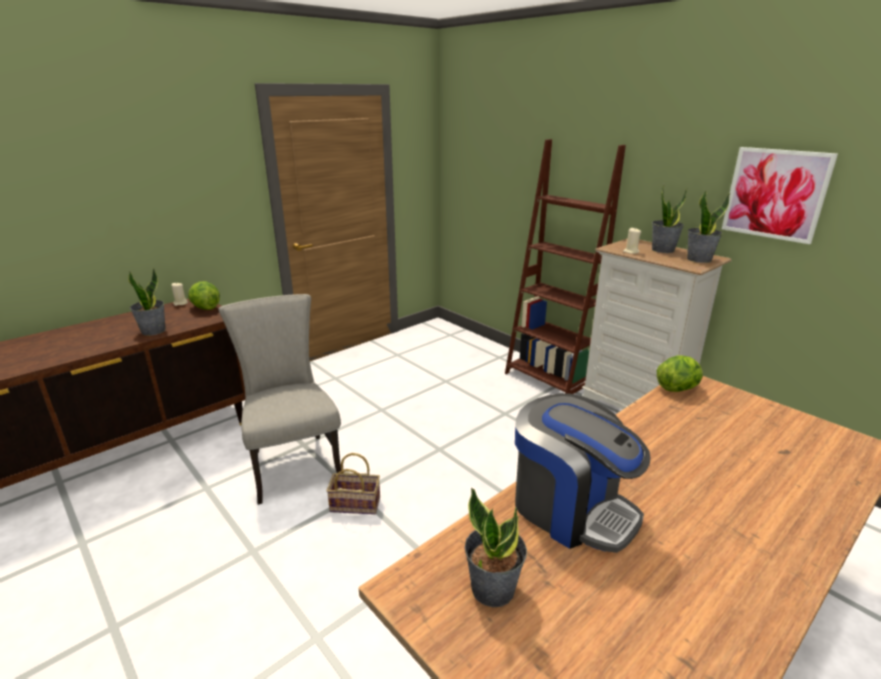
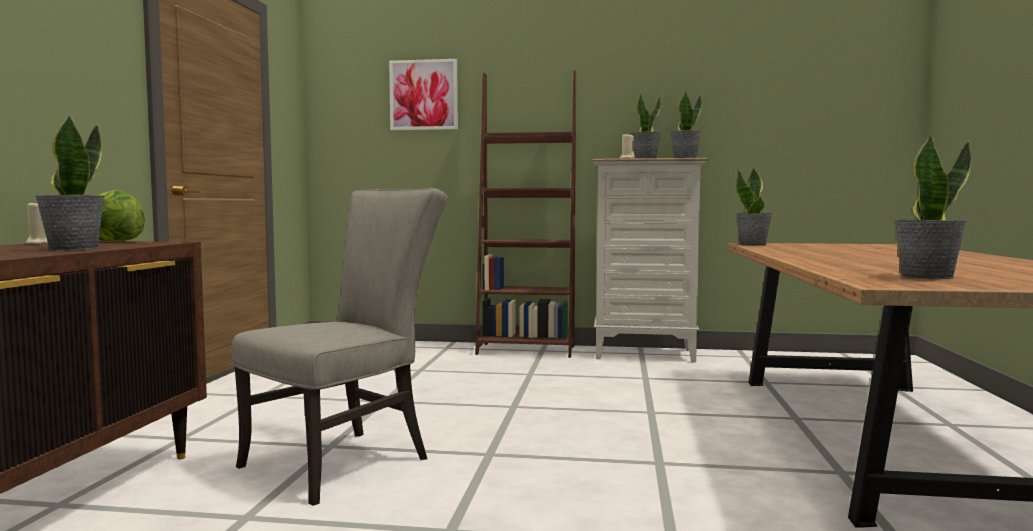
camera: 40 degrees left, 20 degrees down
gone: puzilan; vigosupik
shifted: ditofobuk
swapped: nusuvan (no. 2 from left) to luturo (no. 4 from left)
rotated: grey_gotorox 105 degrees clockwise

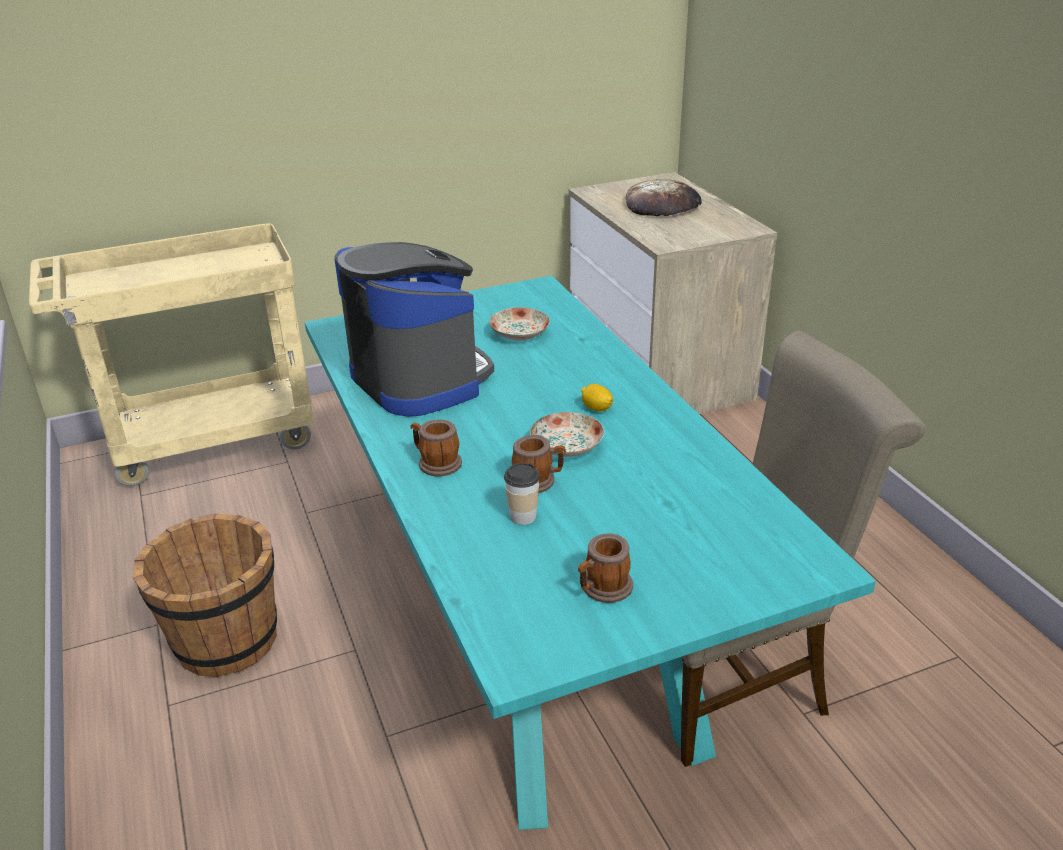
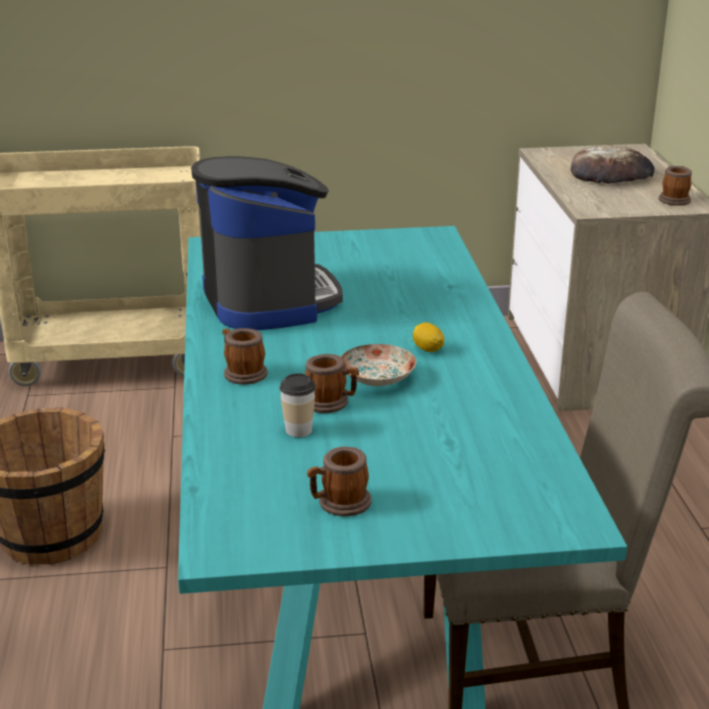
camera: 15 degrees right, 5 degrees down
gone: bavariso (no. 1 from left)
new: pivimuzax (no. 4 from left)

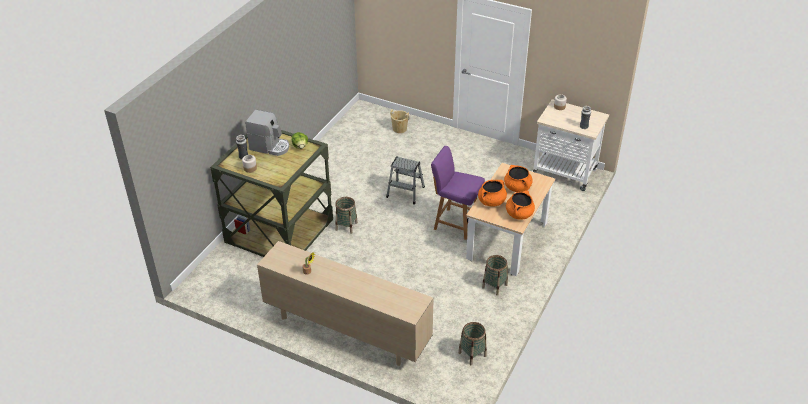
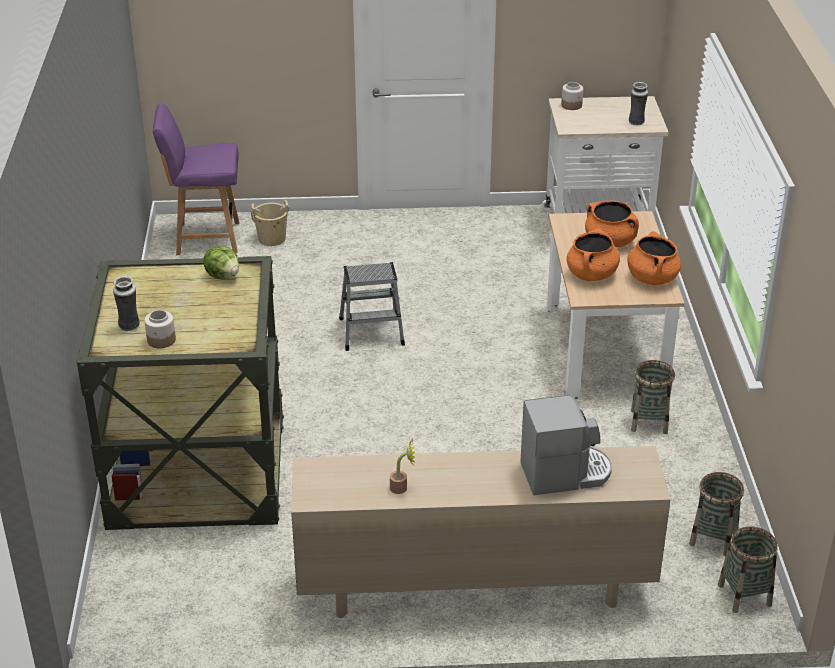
camera: 30 degrees left, 5 degrees down
shifted: vigosupik; puzilan (no. 1 from left in the first image) to puzilan (no. 3 from left); purple_gotorox

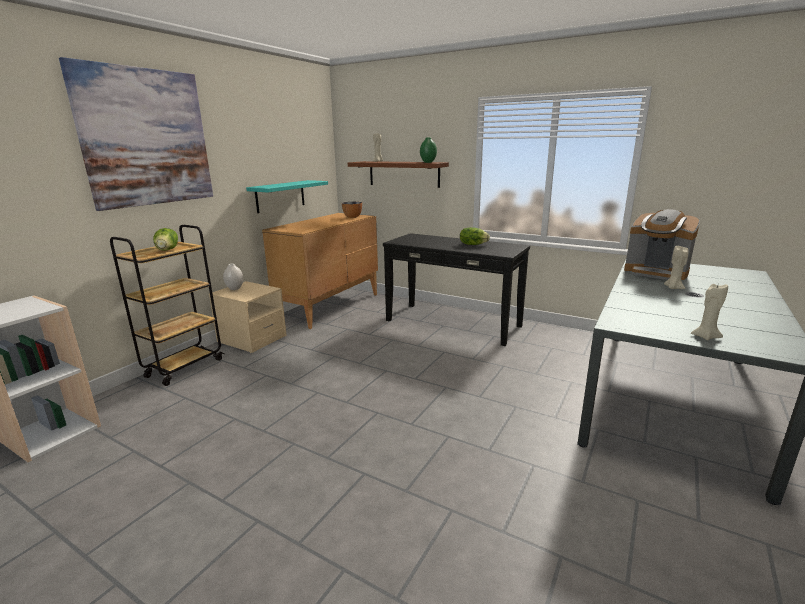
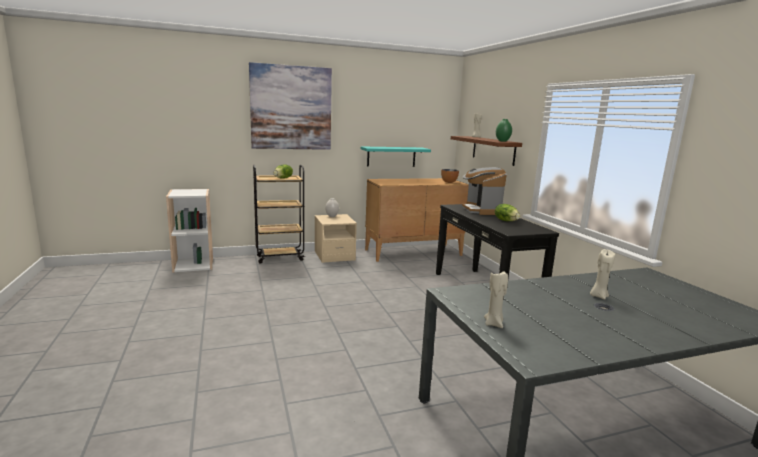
camera: 40 degrees right, 5 degrees down
shifted: vigosupik

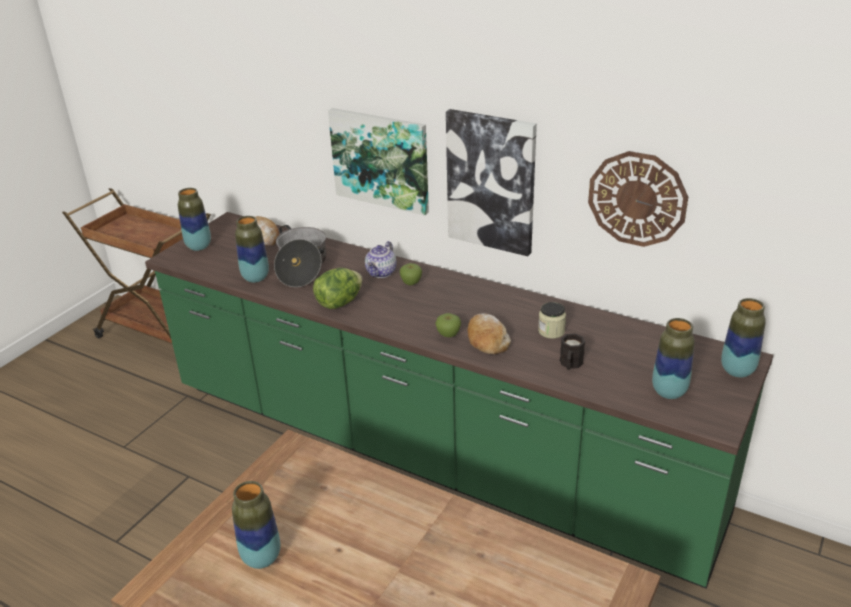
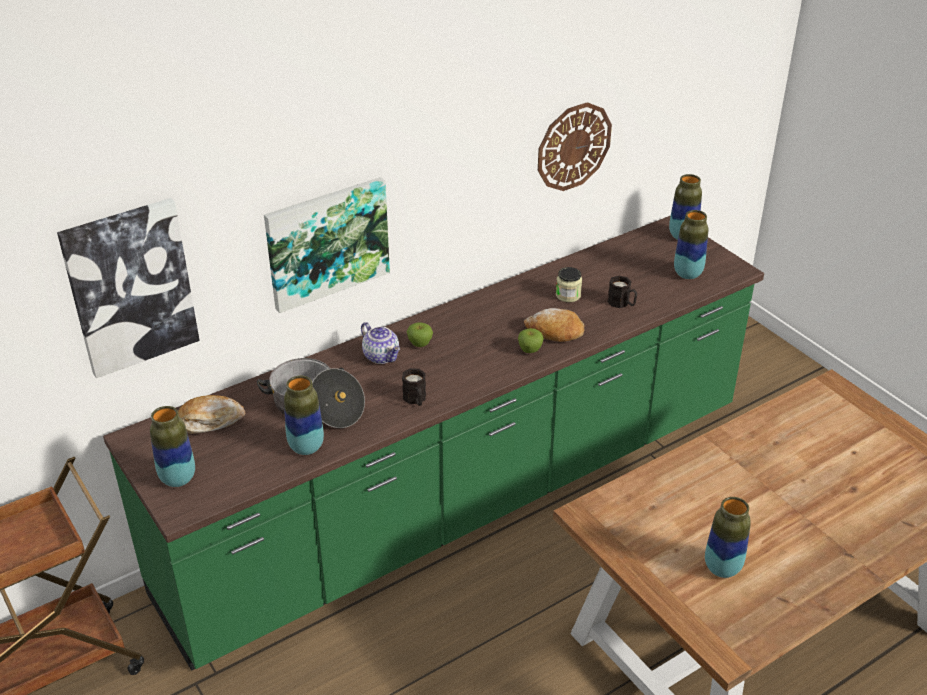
camera: 65 degrees left, 5 degrees up
shifted: ditofobuk (no. 2 from left in the first image) to ditofobuk (no. 1 from left)
swapped: nusuvan to black_pivimuzax (no. 1 from left)

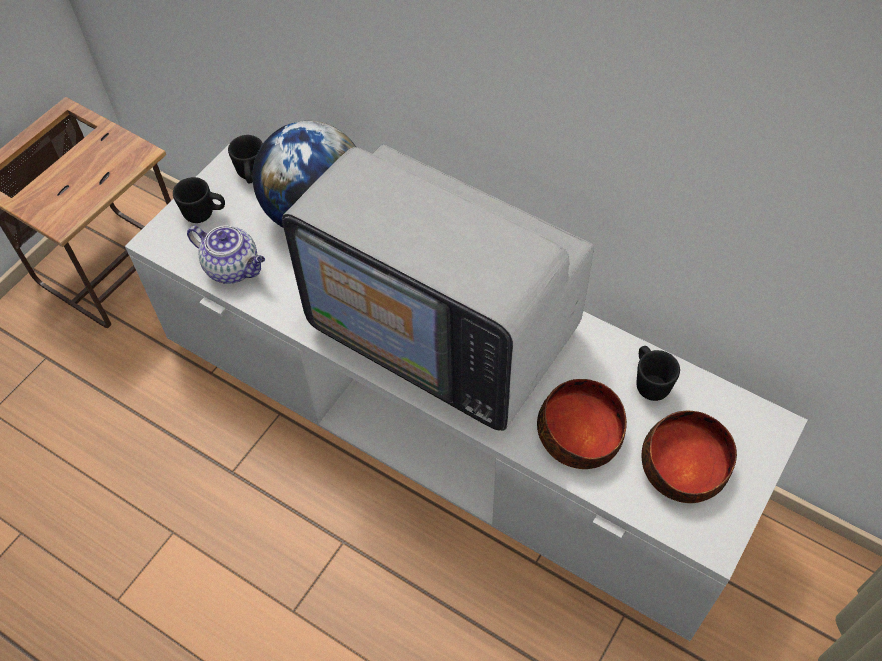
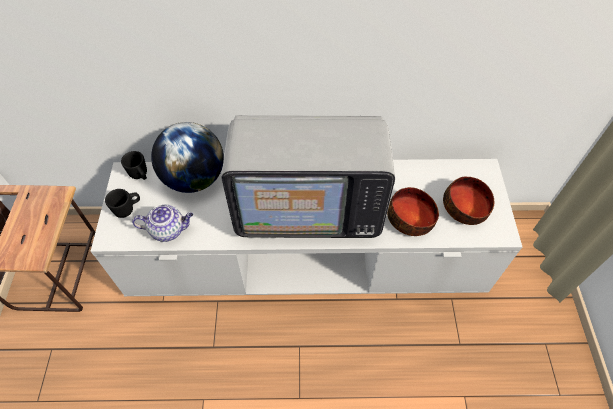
camera: 35 degrees left, 0 degrees up
gone: black_pivimuzax (no. 3 from left)

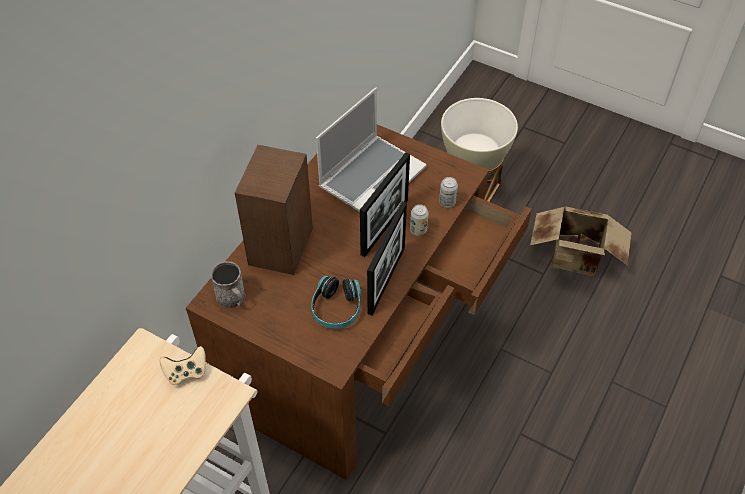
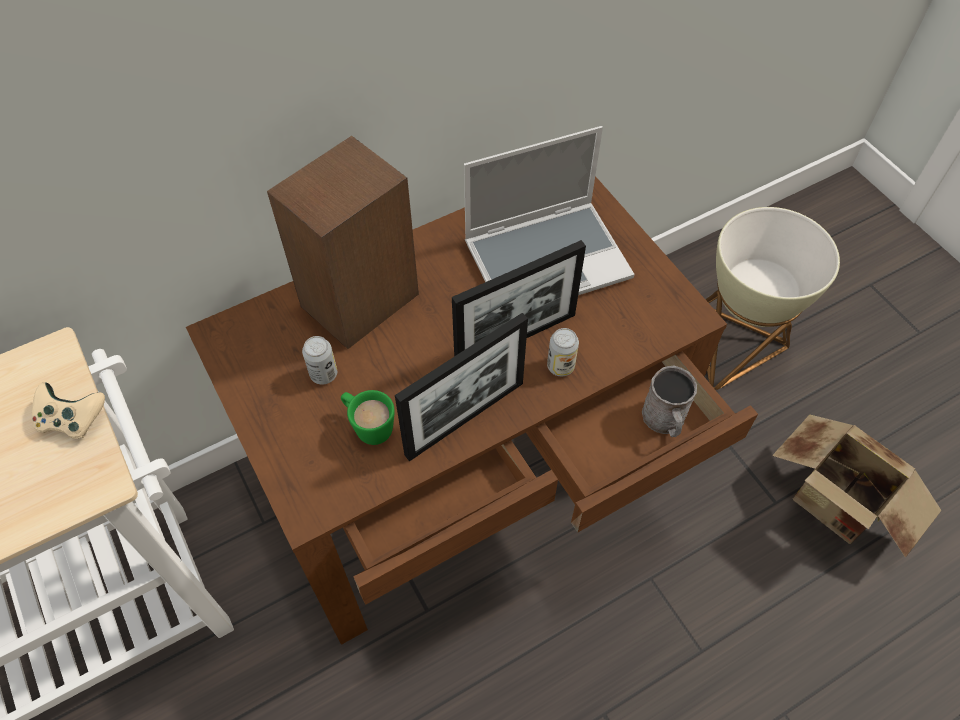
camera: 30 degrees right, 5 degrees up
shifted: grey_pivimuzax; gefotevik (no. 2 from left in the first image) to gefotevik (no. 1 from left)
swapped: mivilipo to green_pivimuzax

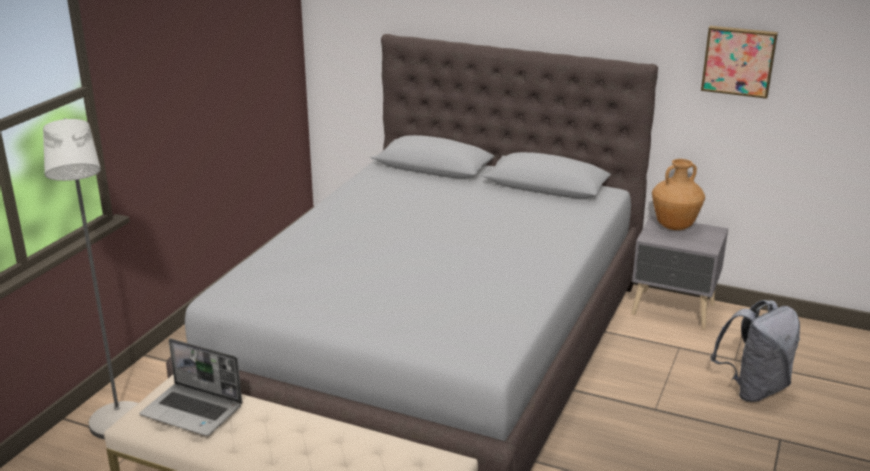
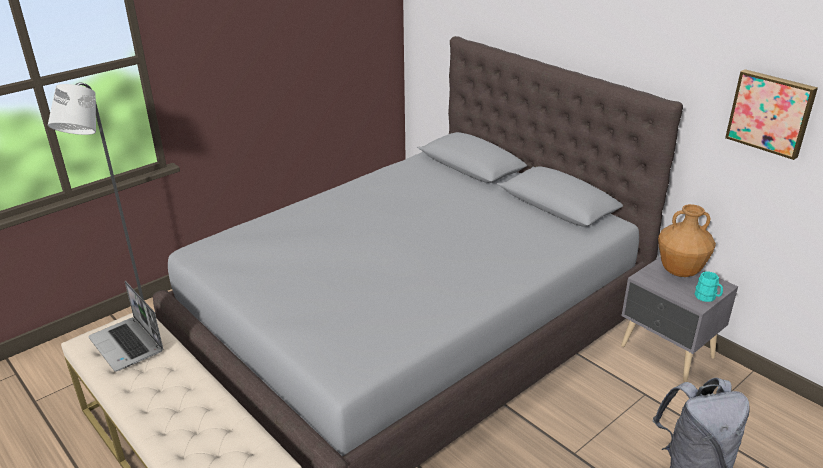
camera: 25 degrees right, 5 degrees up
new: turquoise_pivimuzax

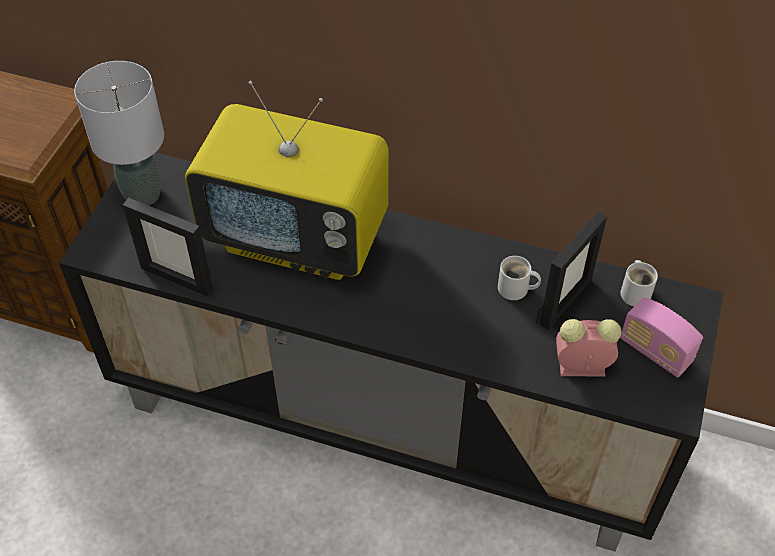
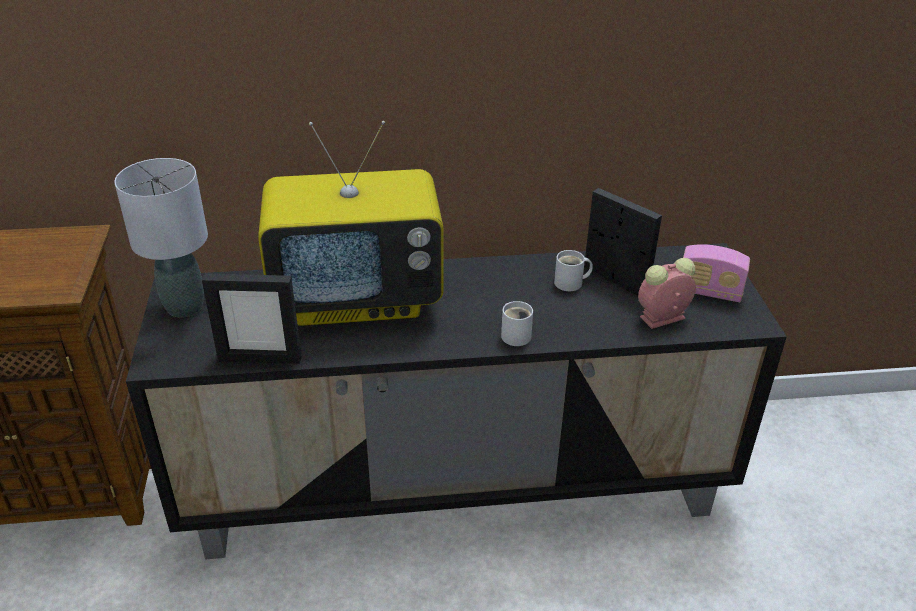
camera: 25 degrees left, 15 degrees down
shifted: white_pivimuzax (no. 2 from left in the first image) to white_pivimuzax (no. 1 from left)
rotated: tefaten (no. 2 from left) 60 degrees counterclockwise

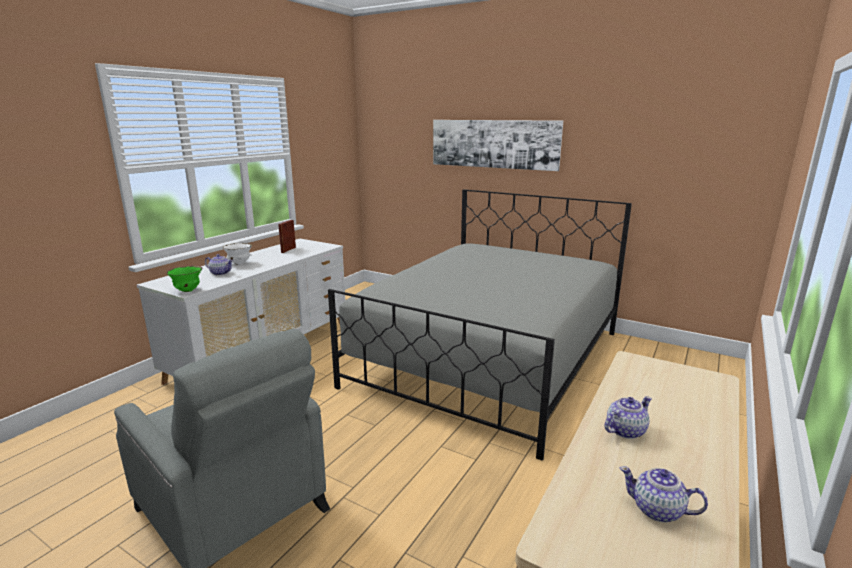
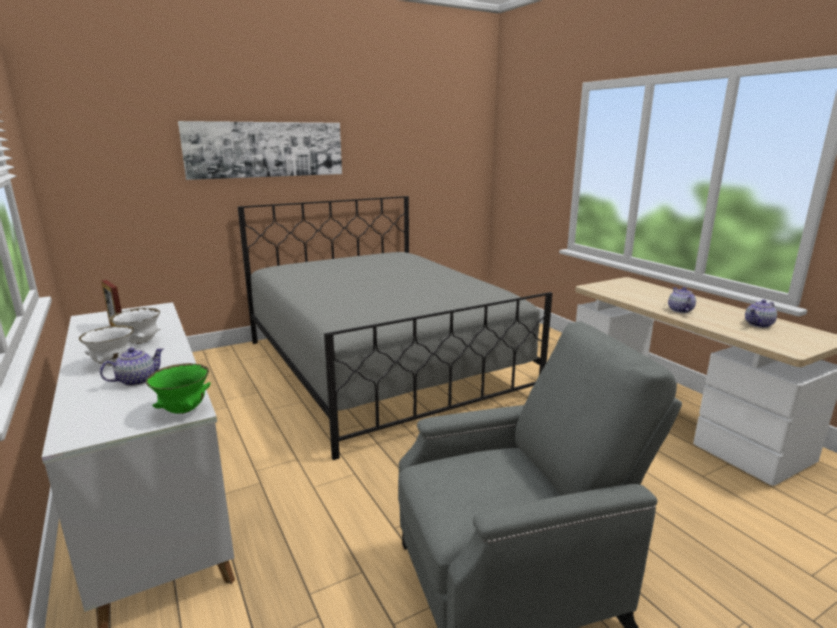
camera: 60 degrees left, 0 degrees up
new: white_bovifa (no. 2 from left)

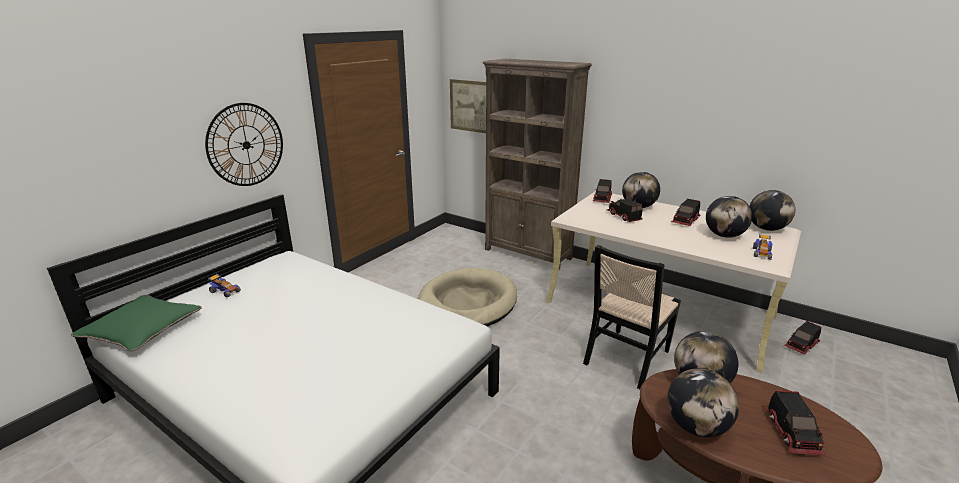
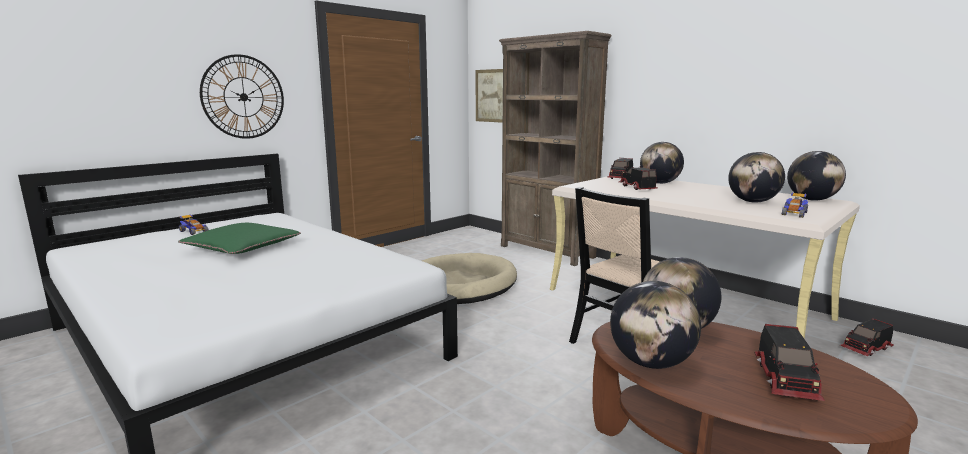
camera: 10 degrees right, 10 degrees down
gone: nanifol (no. 3 from left)
shifted: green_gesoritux

